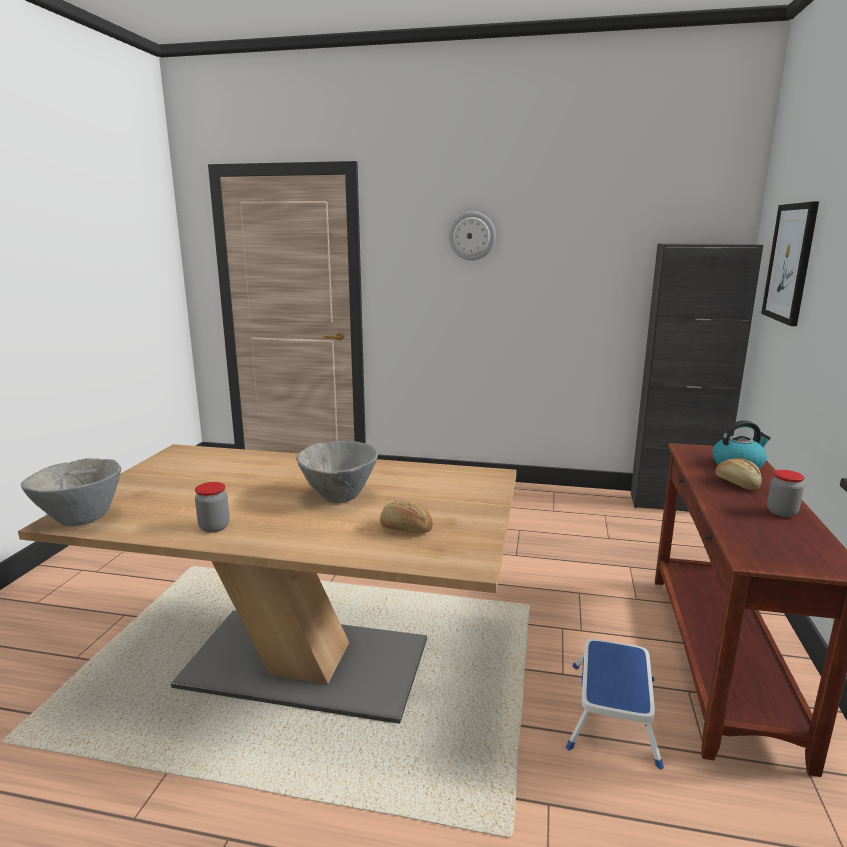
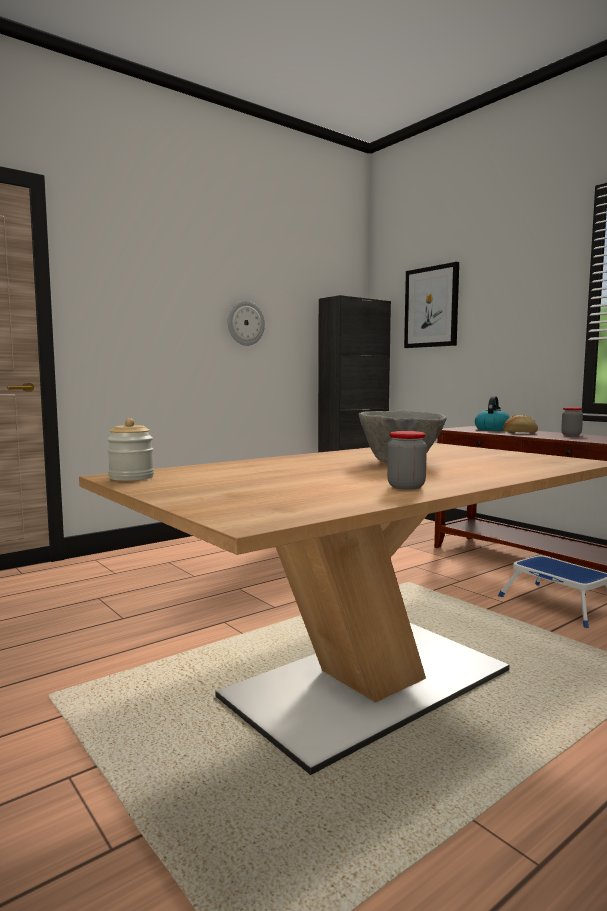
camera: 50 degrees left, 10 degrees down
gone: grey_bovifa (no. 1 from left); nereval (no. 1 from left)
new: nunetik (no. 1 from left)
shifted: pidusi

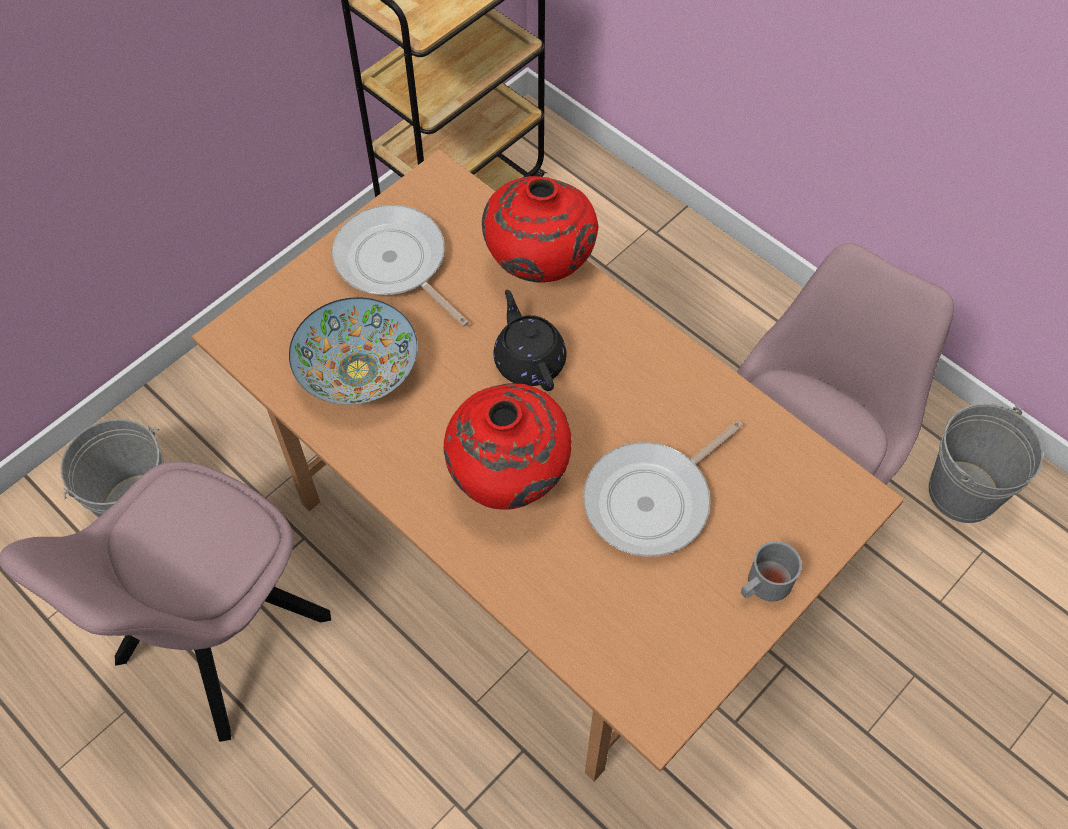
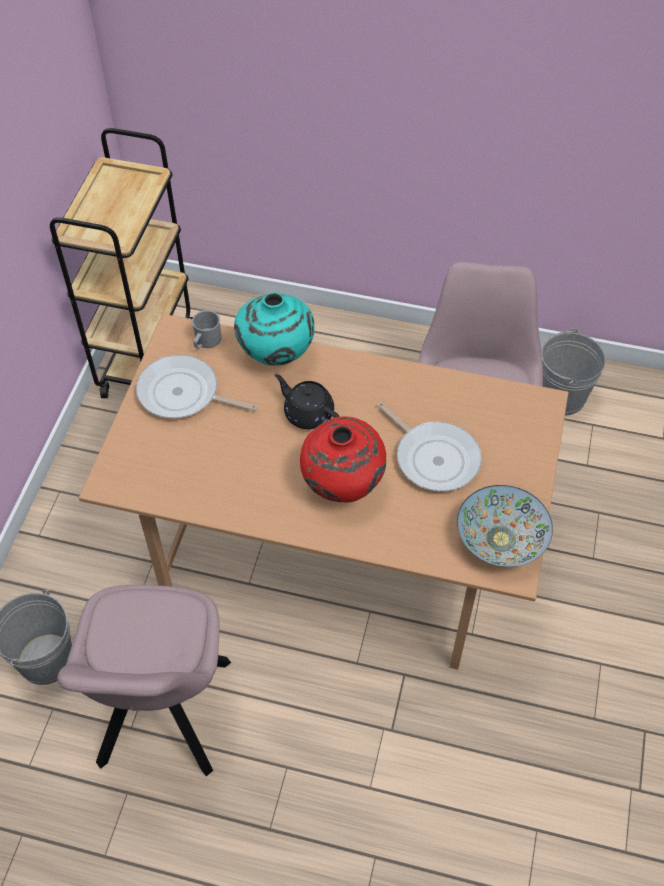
camera: 30 degrees left, 5 degrees down
shifted: bovifa; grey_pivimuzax
repainted: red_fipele (no. 2 from left) to turquoise_fipele
rotated: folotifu (no. 2 from left) 60 degrees counterclockwise

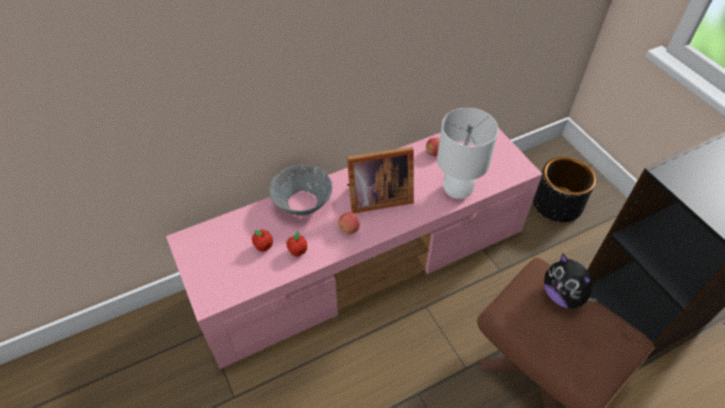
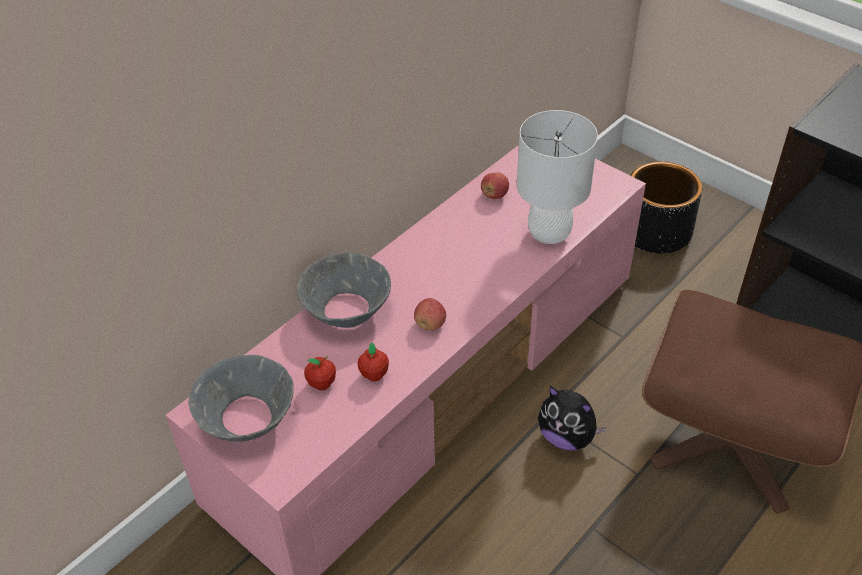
camera: 20 degrees left, 5 degrees down
gone: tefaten
new: grey_bovifa (no. 1 from left)
shifted: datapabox

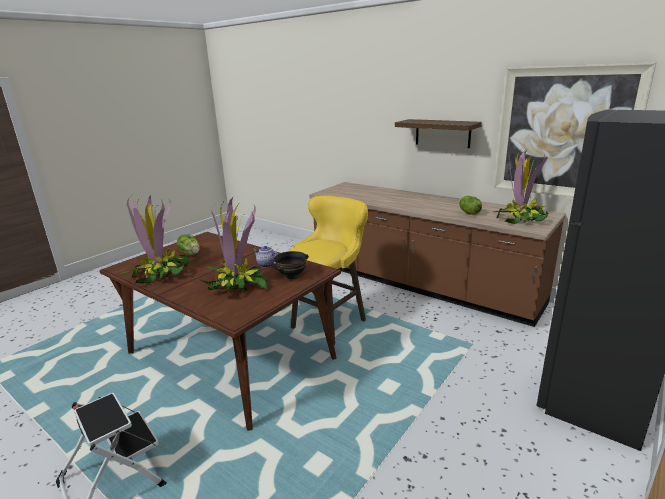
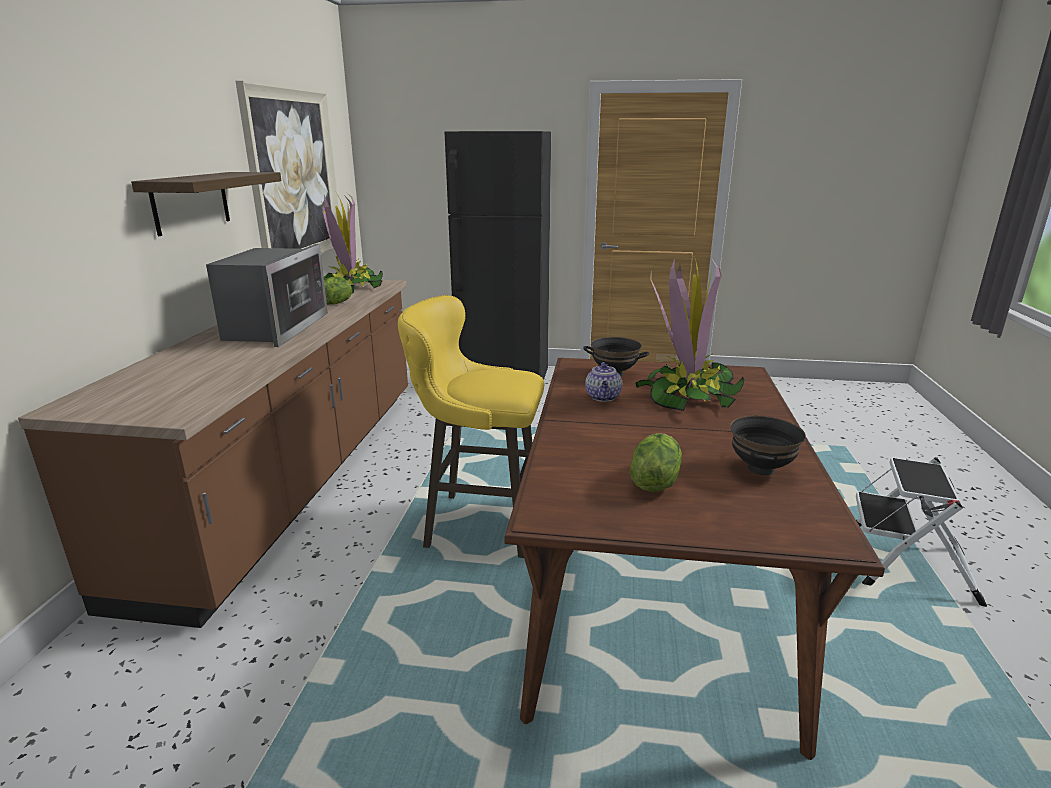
camera: 120 degrees left, 0 degrees up
new: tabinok
swapped: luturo (no. 1 from left) to black_bovifa (no. 2 from left)

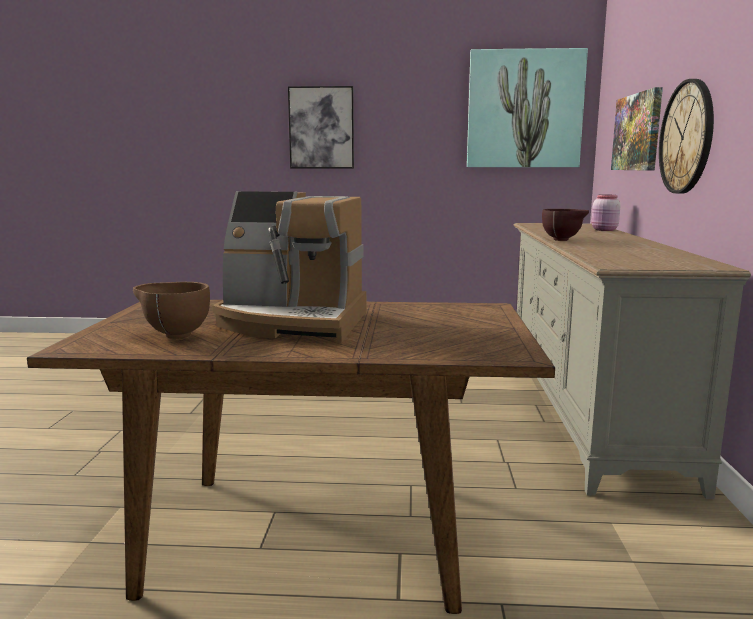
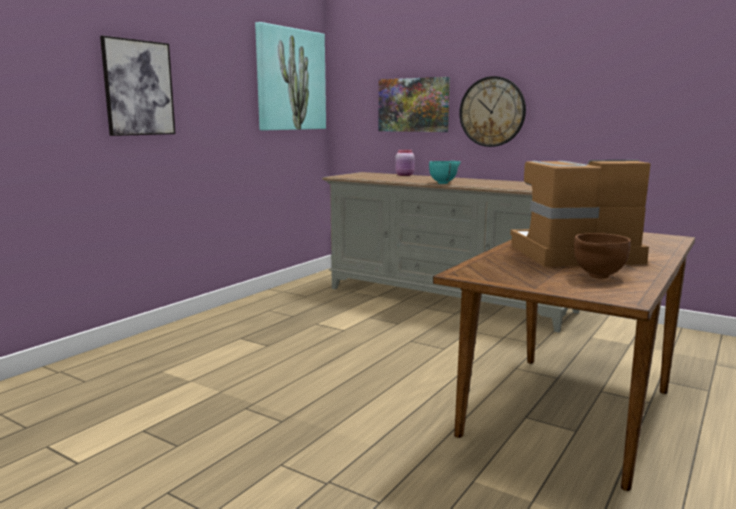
camera: 60 degrees left, 0 degrees up
repainted: brown_bovifa (no. 2 from left) to turquoise_bovifa
rotated: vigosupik 135 degrees counterclockwise

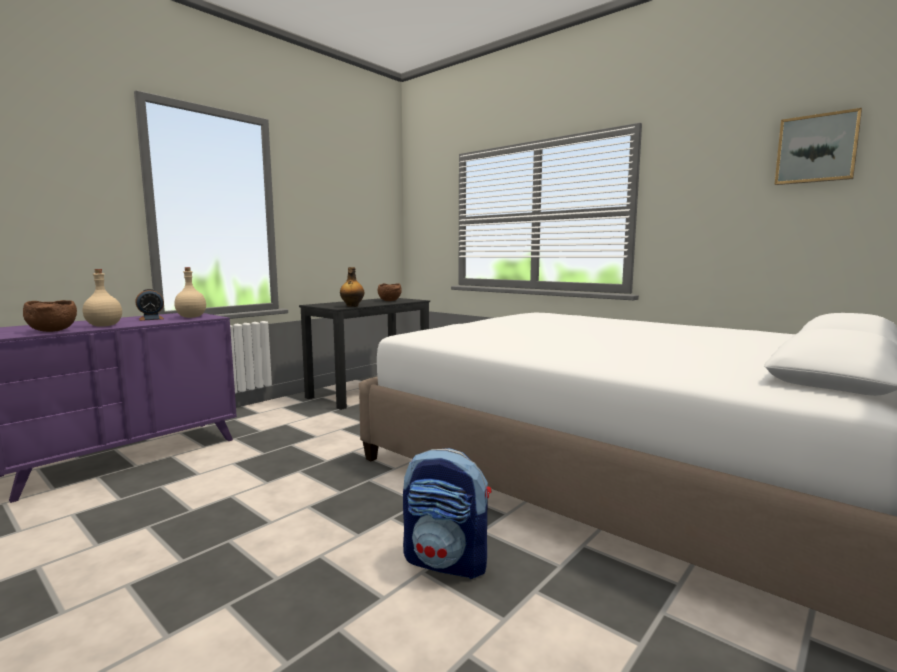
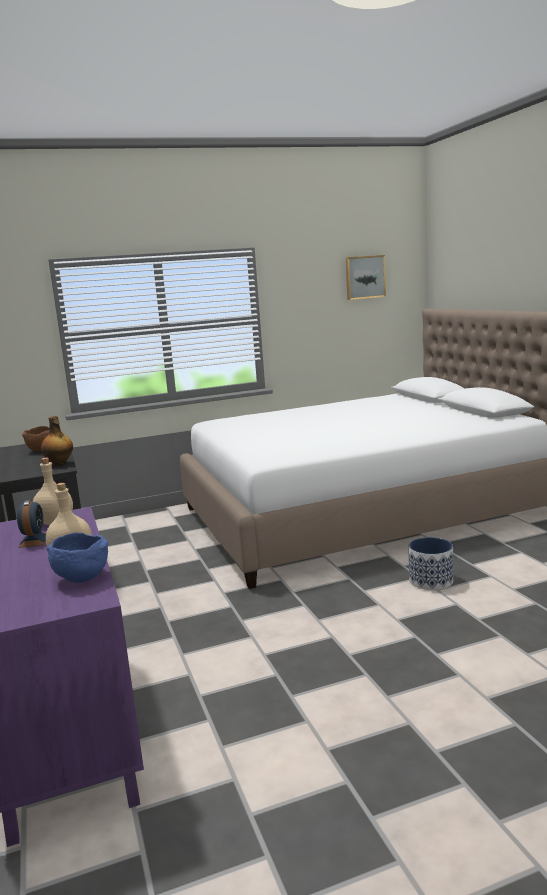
camera: 60 degrees left, 5 degrees up
swapped: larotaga to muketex
repainted: brown_bovifa (no. 1 from left) to blue_bovifa

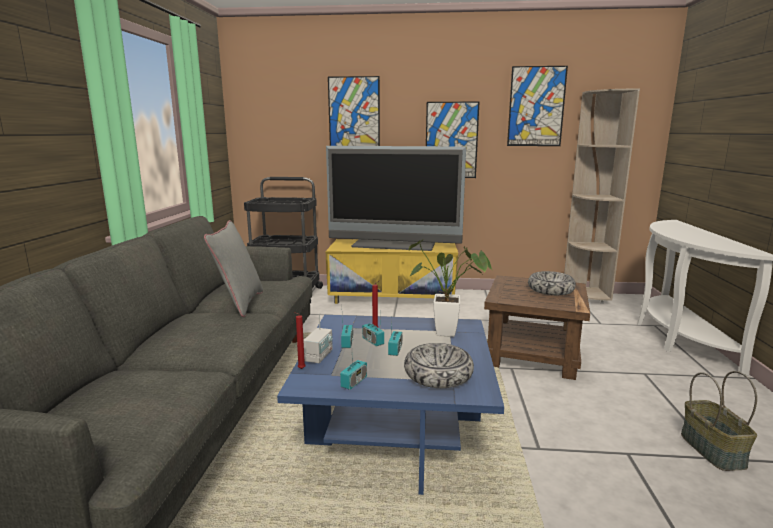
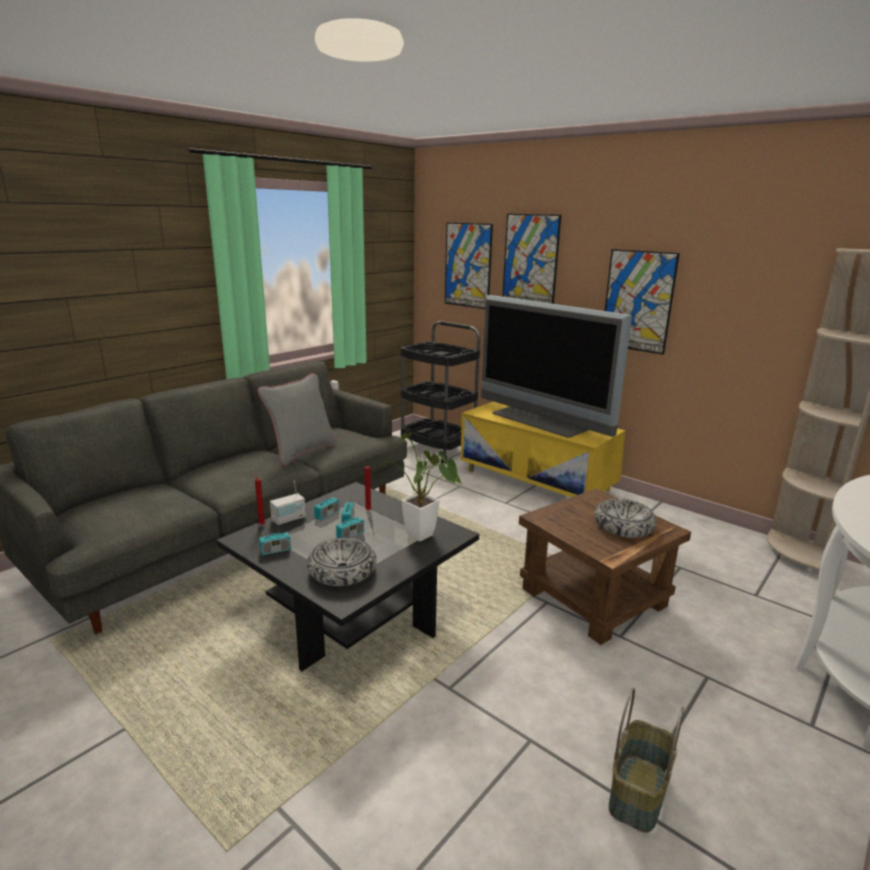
camera: 35 degrees right, 5 degrees up
shifted: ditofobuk (no. 3 from left in the first image) to ditofobuk (no. 1 from left)
repainted: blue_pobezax to black_pobezax

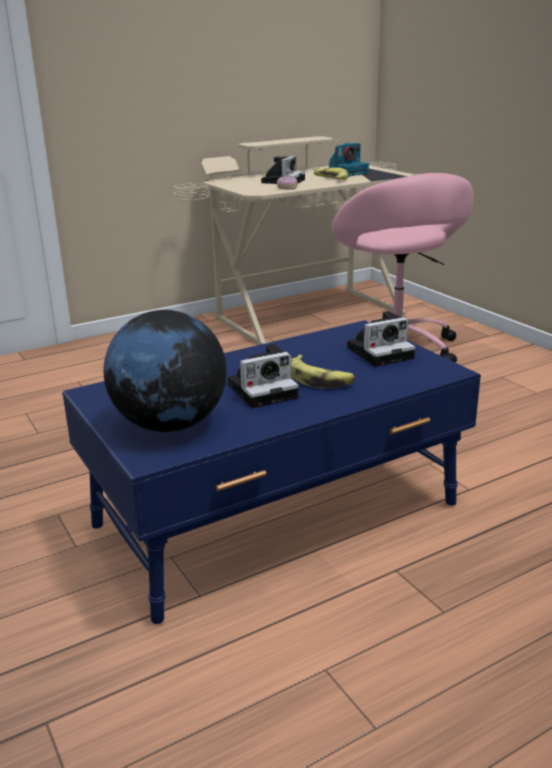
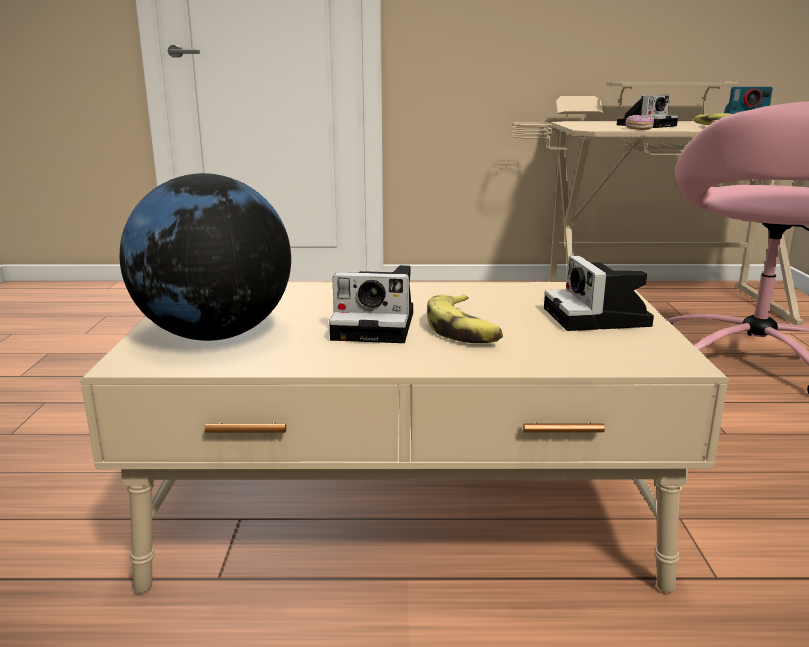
camera: 30 degrees right, 5 degrees down
repainted: blue_pobezax to beige_pobezax
rotated: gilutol (no. 4 from left in the first image) 75 degrees clockwise

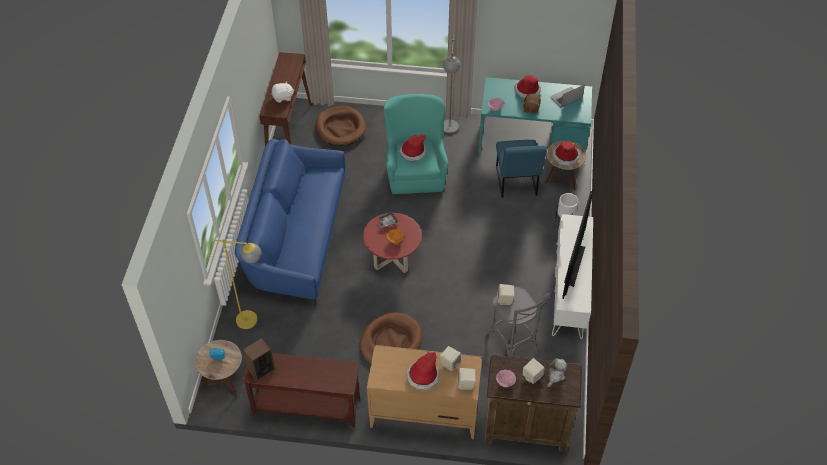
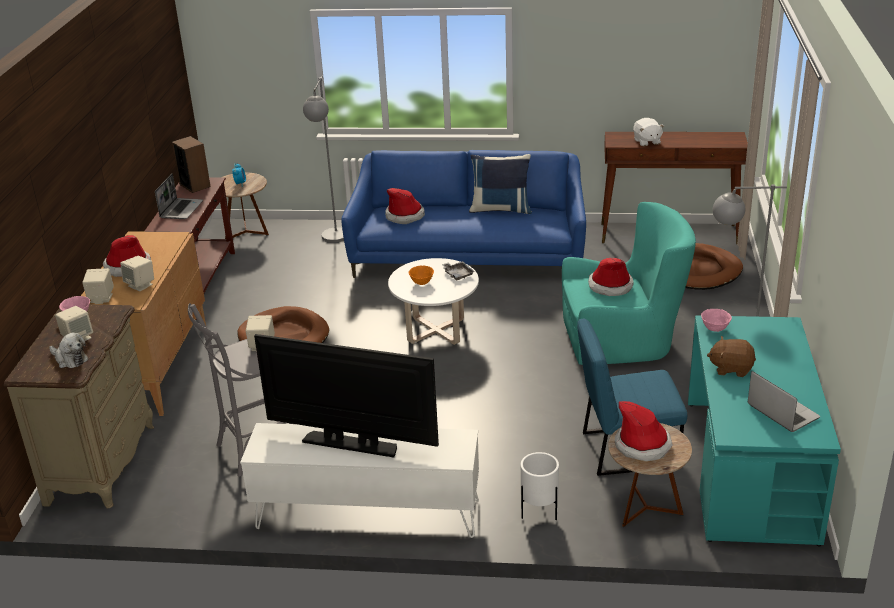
camera: 90 degrees right, 20 degrees down
new: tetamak (no. 1 from left); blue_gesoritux
shifted: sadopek (no. 3 from left in the first image) to sadopek (no. 2 from left)
repainted: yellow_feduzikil to grey_feduzikil (no. 1 from left); red_pobezax to white_pobezax

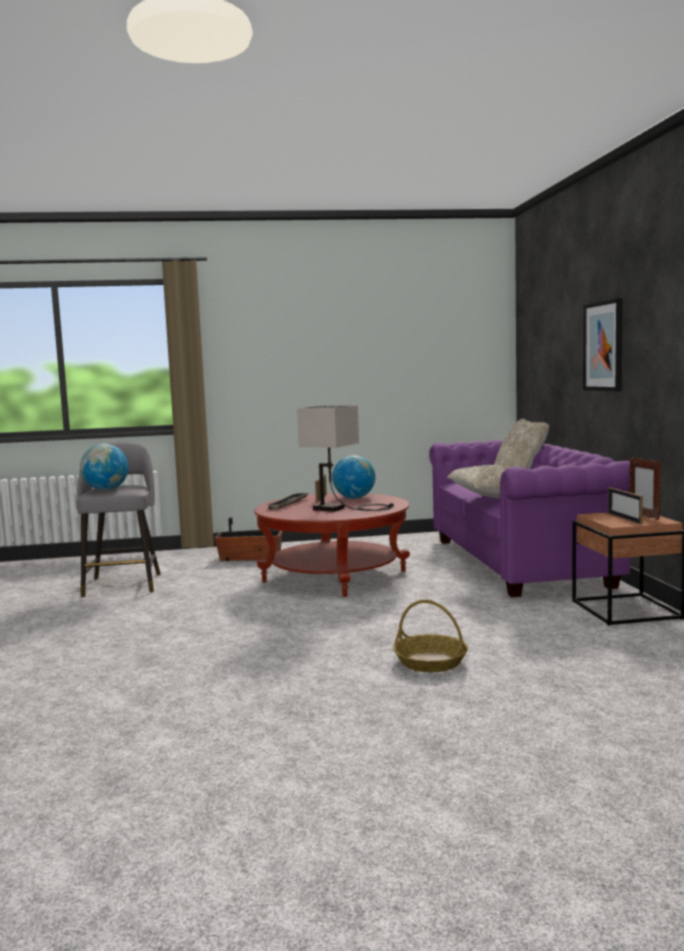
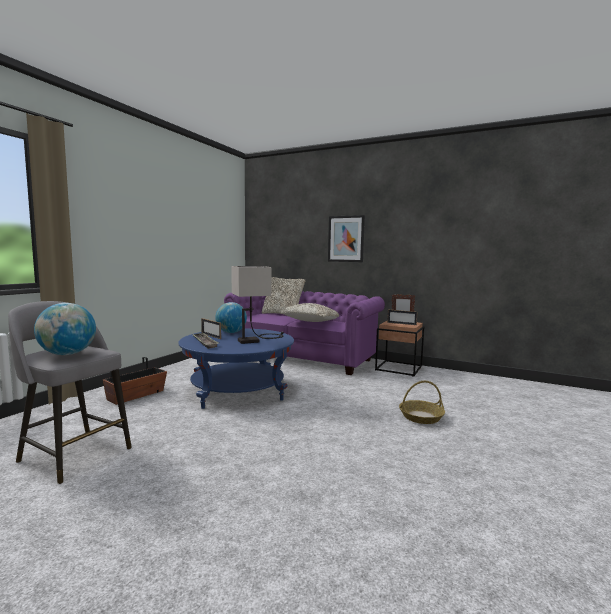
camera: 55 degrees left, 0 degrees up
repainted: red_pobezax to blue_pobezax

